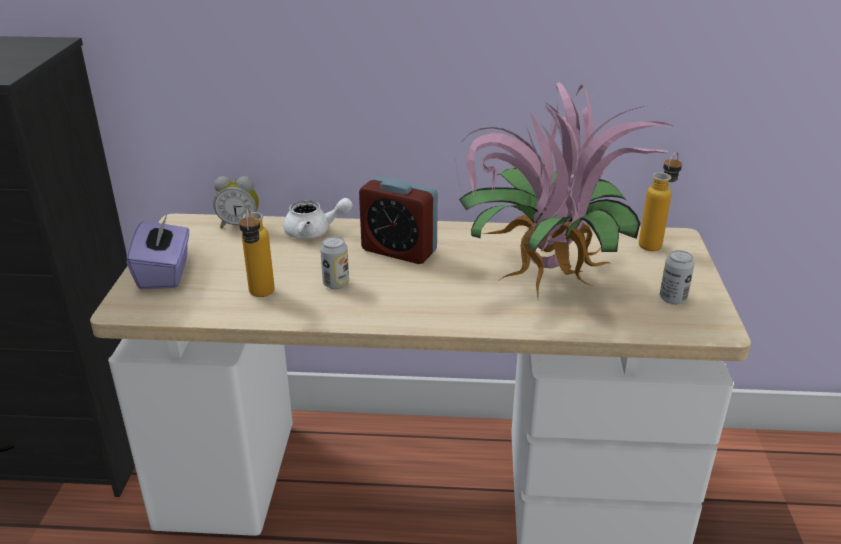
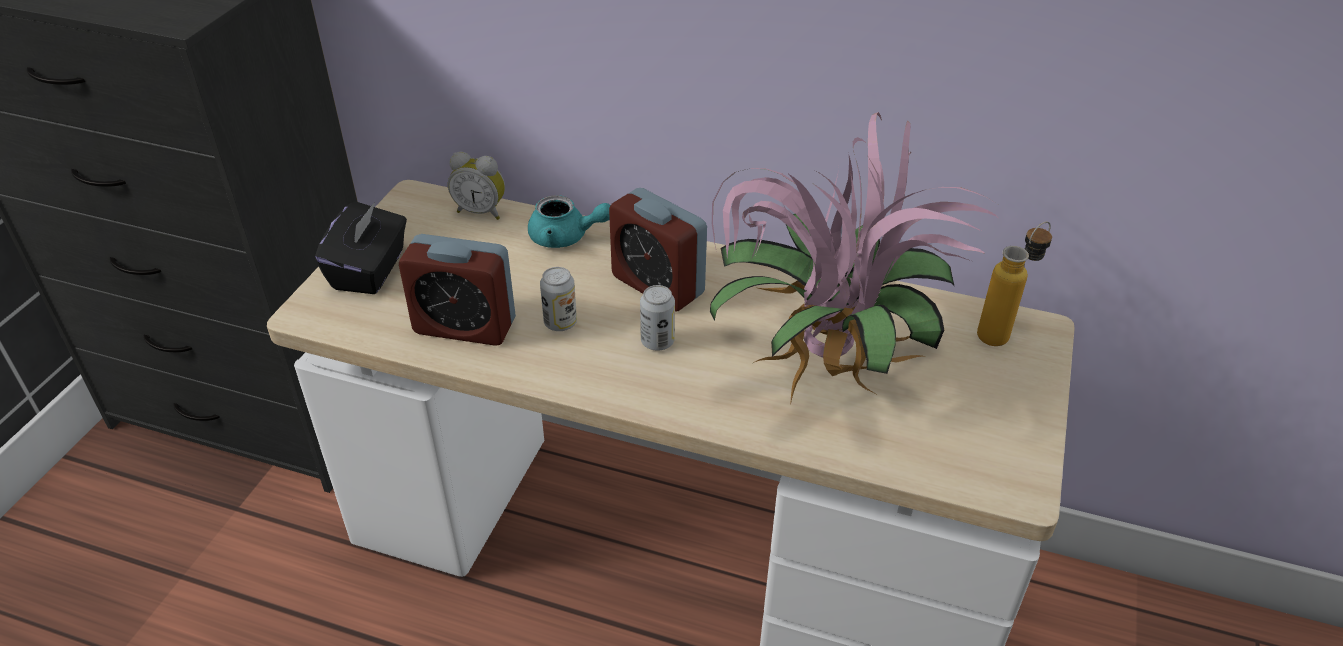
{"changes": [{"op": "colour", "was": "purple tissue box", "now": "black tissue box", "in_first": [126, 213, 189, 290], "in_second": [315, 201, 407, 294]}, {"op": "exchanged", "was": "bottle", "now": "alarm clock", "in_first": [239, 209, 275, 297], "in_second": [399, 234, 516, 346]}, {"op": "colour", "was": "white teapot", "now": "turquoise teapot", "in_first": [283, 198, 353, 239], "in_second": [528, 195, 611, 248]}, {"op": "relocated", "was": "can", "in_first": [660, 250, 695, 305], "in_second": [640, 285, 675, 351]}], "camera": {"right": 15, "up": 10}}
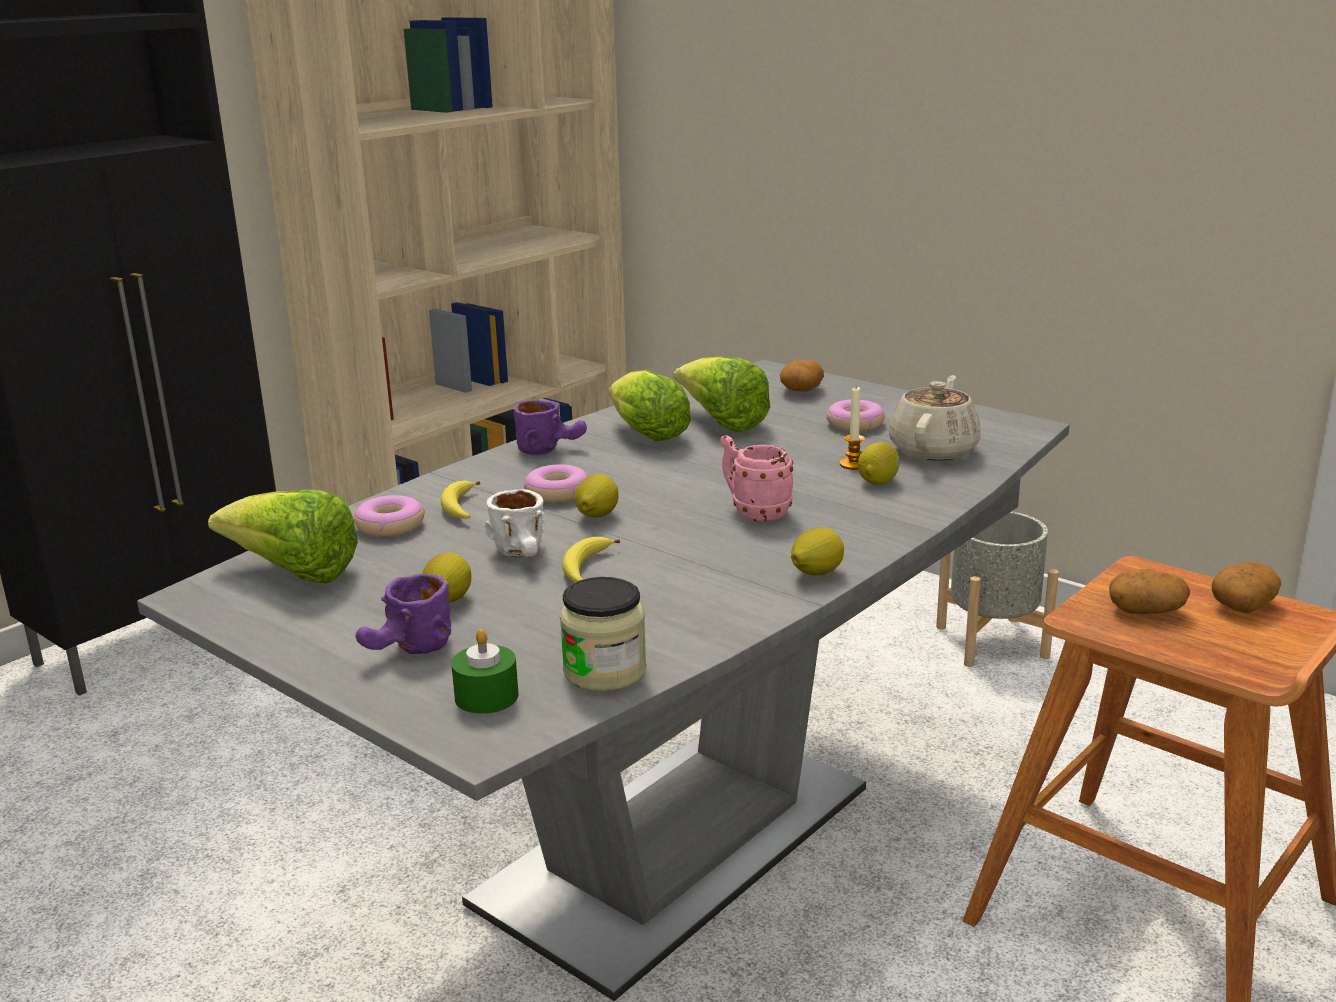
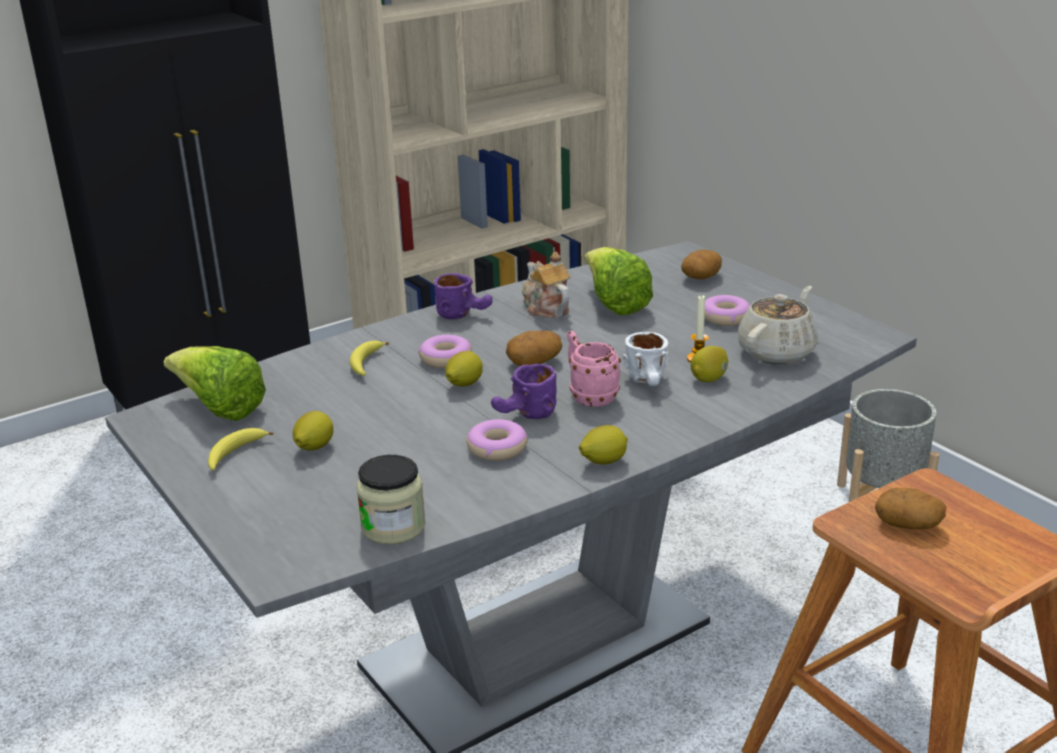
{"changes": [{"op": "relocated", "was": "donut", "in_first": [354, 495, 425, 537], "in_second": [467, 419, 528, 461]}, {"op": "relocated", "was": "purple mug", "in_first": [356, 574, 451, 654], "in_second": [491, 364, 557, 419]}, {"op": "missing", "was": "green candle", "in_first": [451, 629, 519, 714]}, {"op": "relocated", "was": "white mug", "in_first": [485, 489, 545, 557], "in_second": [622, 332, 668, 386]}, {"op": "relocated", "was": "banana", "in_first": [562, 537, 620, 582], "in_second": [208, 428, 274, 471]}, {"op": "exchanged", "was": "lettuce", "now": "teapot", "in_first": [609, 370, 691, 441], "in_second": [522, 252, 570, 318]}, {"op": "relocated", "was": "potato", "in_first": [1211, 562, 1281, 613], "in_second": [506, 331, 562, 366]}], "camera": {"right": 15, "up": 5}}
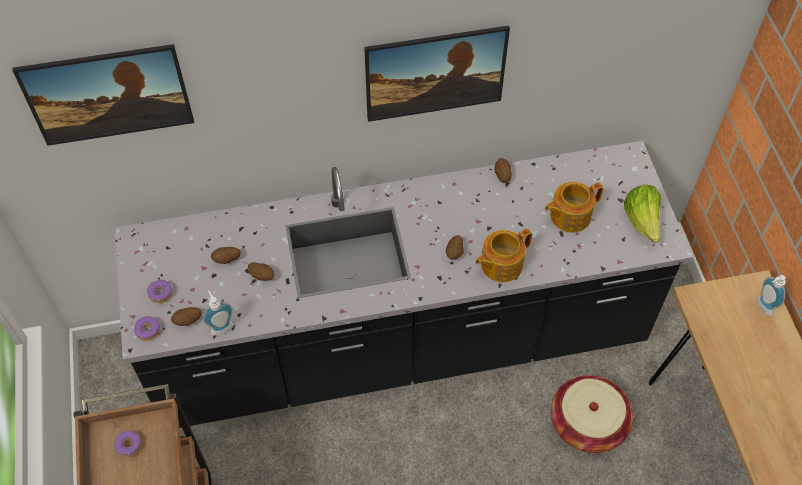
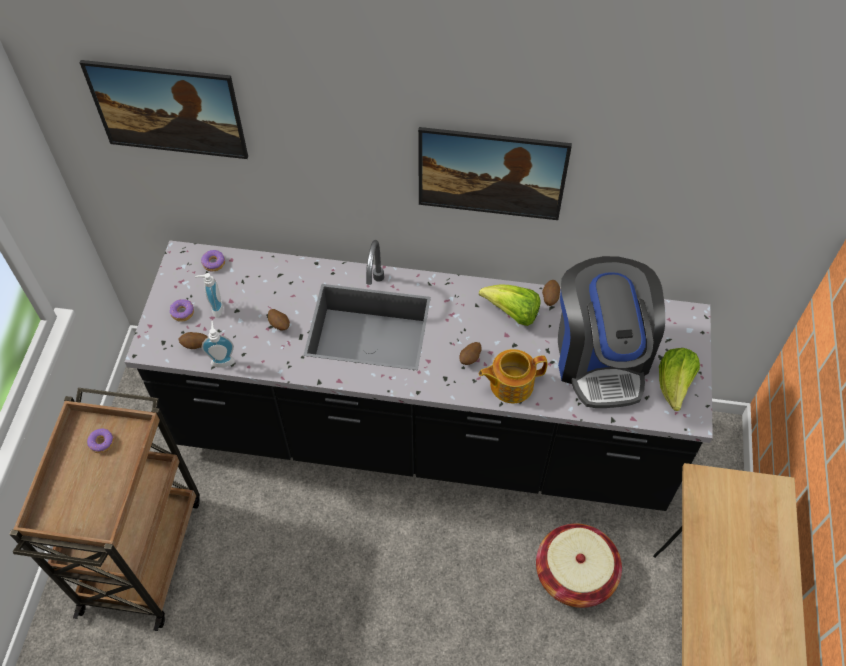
{"changes": [{"op": "relocated", "was": "donut", "in_first": [134, 316, 160, 341], "in_second": [201, 250, 225, 271]}, {"op": "missing", "was": "potato", "in_first": [211, 247, 241, 264]}, {"op": "exchanged", "was": "teapot", "now": "coffee machine", "in_first": [545, 182, 604, 233], "in_second": [558, 256, 665, 408]}, {"op": "relocated", "was": "soap dispenser", "in_first": [756, 275, 786, 316], "in_second": [195, 273, 223, 318]}, {"op": "appeared", "now": "lettuce", "in_second": [479, 284, 540, 326]}], "camera": {"right": 20, "up": 0}}
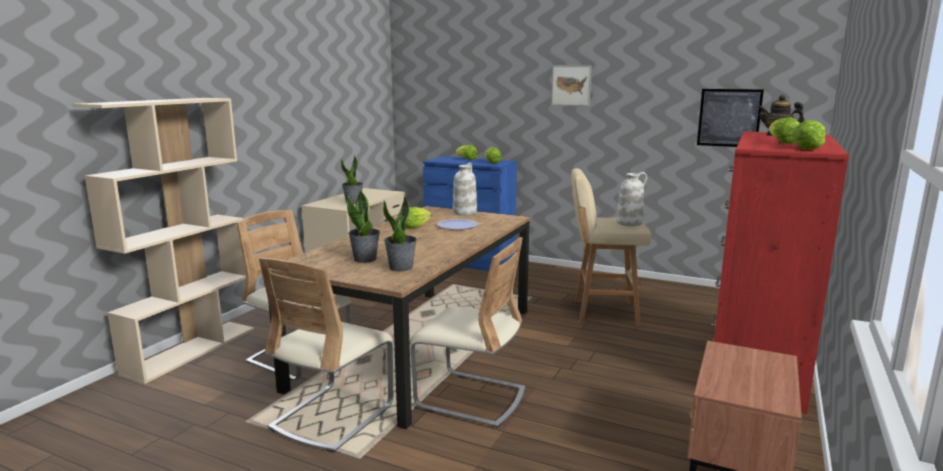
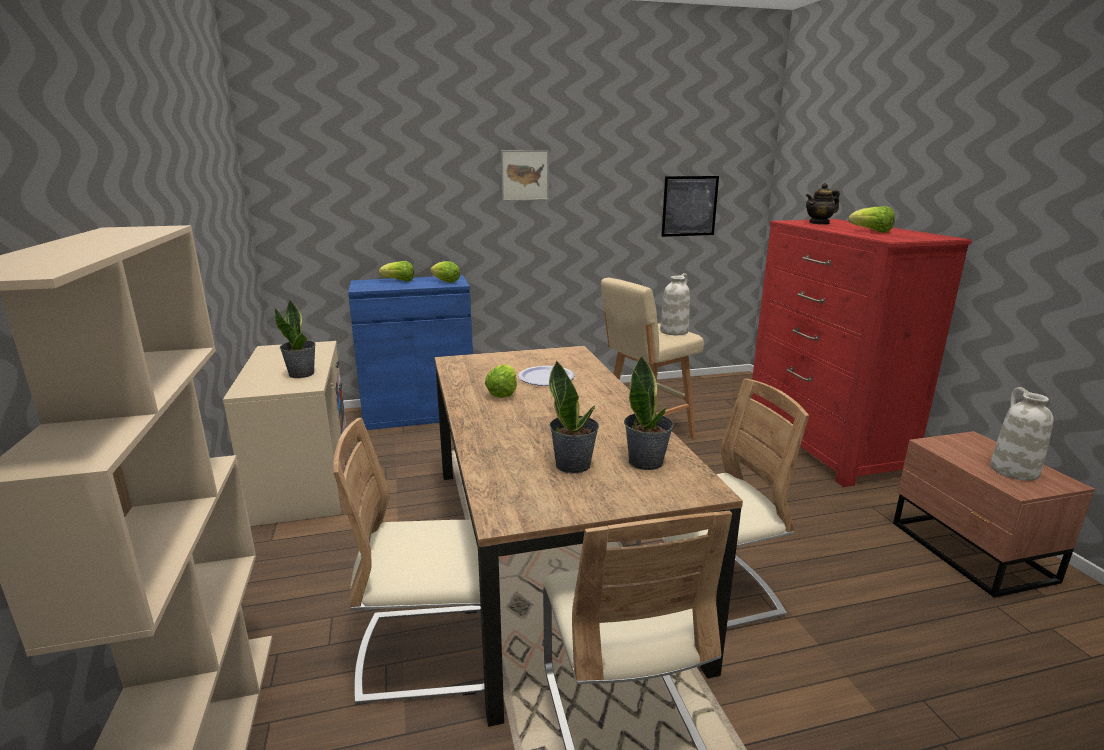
{"changes": [{"op": "relocated", "was": "white vase", "in_first": [453, 163, 477, 216], "in_second": [990, 387, 1053, 481]}, {"op": "missing", "was": "lettuce", "in_first": [792, 120, 825, 150]}], "camera": {"right": -40, "up": 5}}
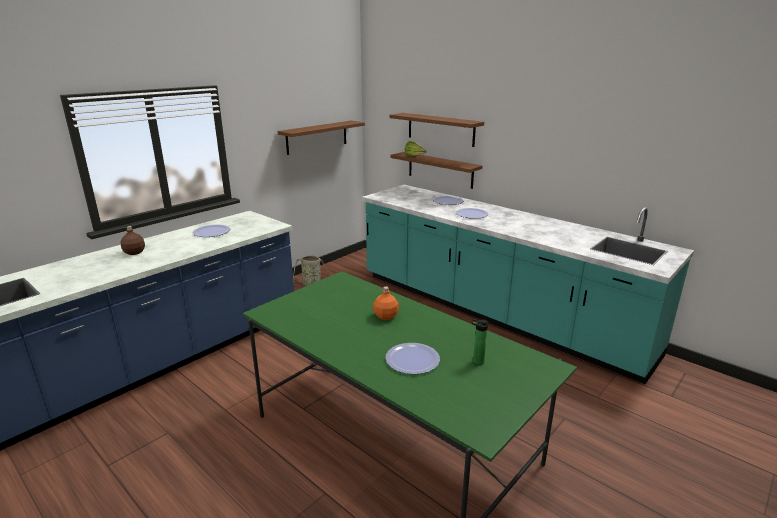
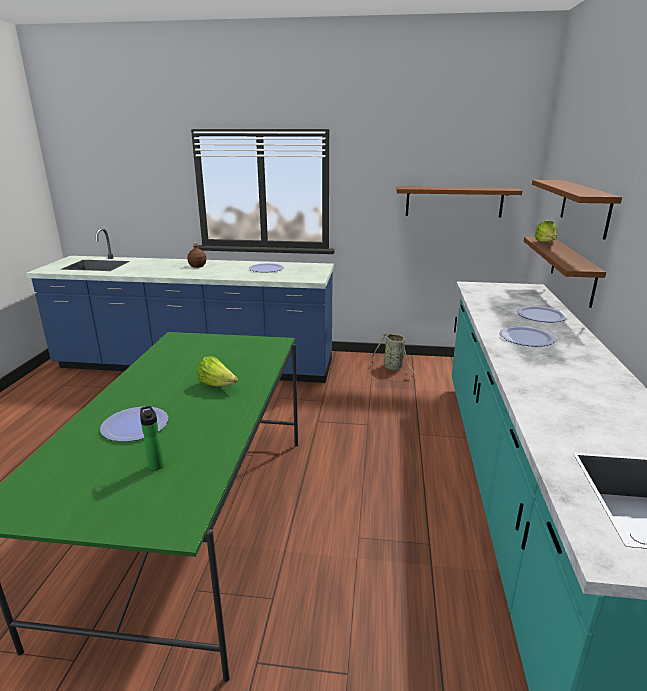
{"changes": [{"op": "exchanged", "was": "orange bottle", "now": "lettuce", "in_first": [373, 286, 399, 320], "in_second": [197, 356, 238, 387]}], "camera": {"right": 55, "up": 0}}
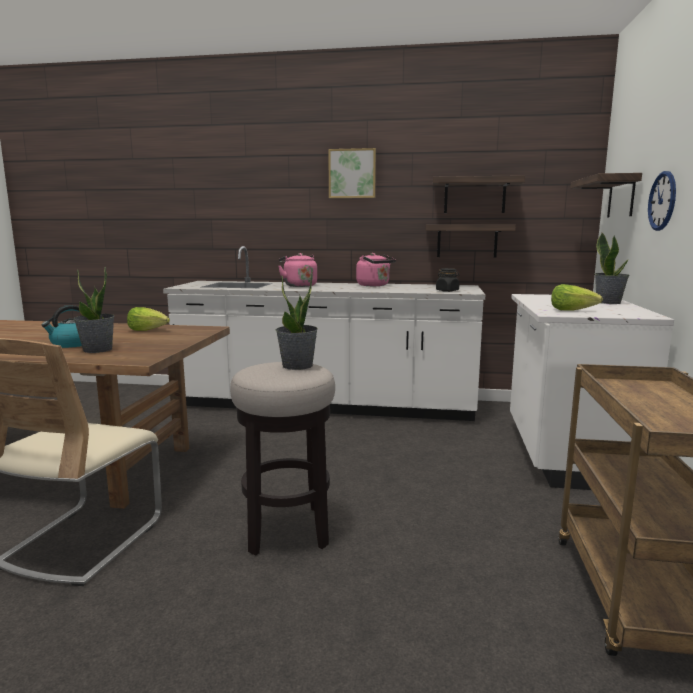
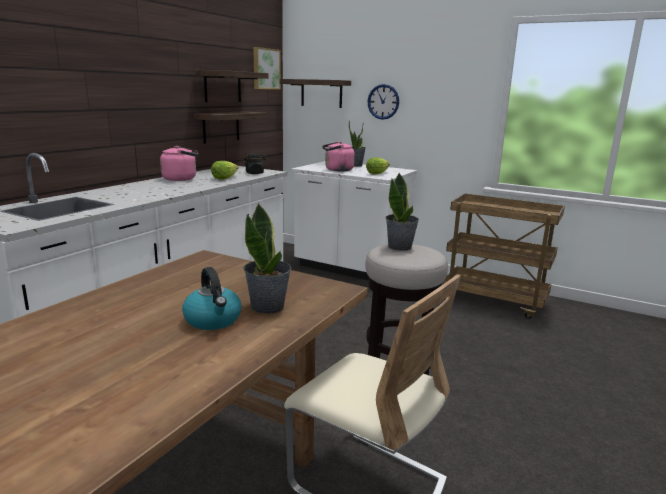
{"changes": [{"op": "relocated", "was": "lettuce", "in_first": [127, 307, 170, 331], "in_second": [211, 161, 239, 180]}, {"op": "relocated", "was": "pink kettle", "in_first": [278, 253, 317, 287], "in_second": [322, 141, 355, 172]}, {"op": "relocated", "was": "picture", "in_first": [328, 148, 376, 198], "in_second": [253, 47, 281, 89]}], "camera": {"right": -70, "up": 5}}
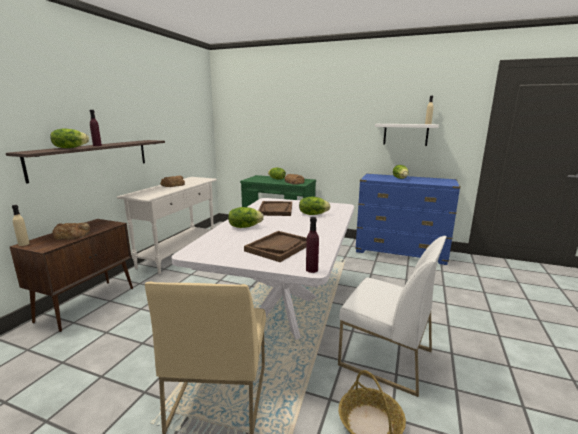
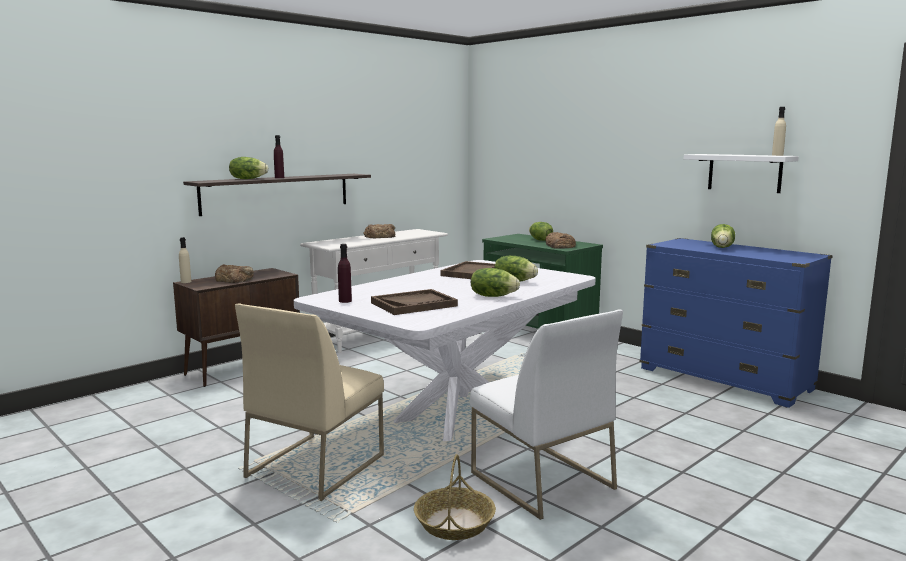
{"changes": [{"op": "relocated", "was": "lettuce", "in_first": [228, 207, 264, 228], "in_second": [471, 268, 520, 297]}, {"op": "relocated", "was": "purple bottle", "in_first": [306, 217, 319, 273], "in_second": [338, 244, 352, 303]}], "camera": {"right": 25, "up": -5}}
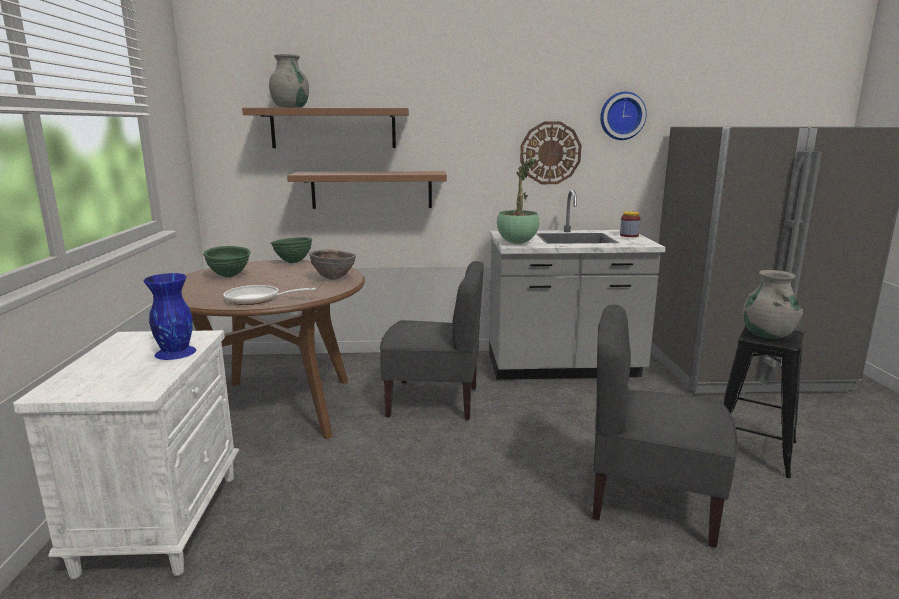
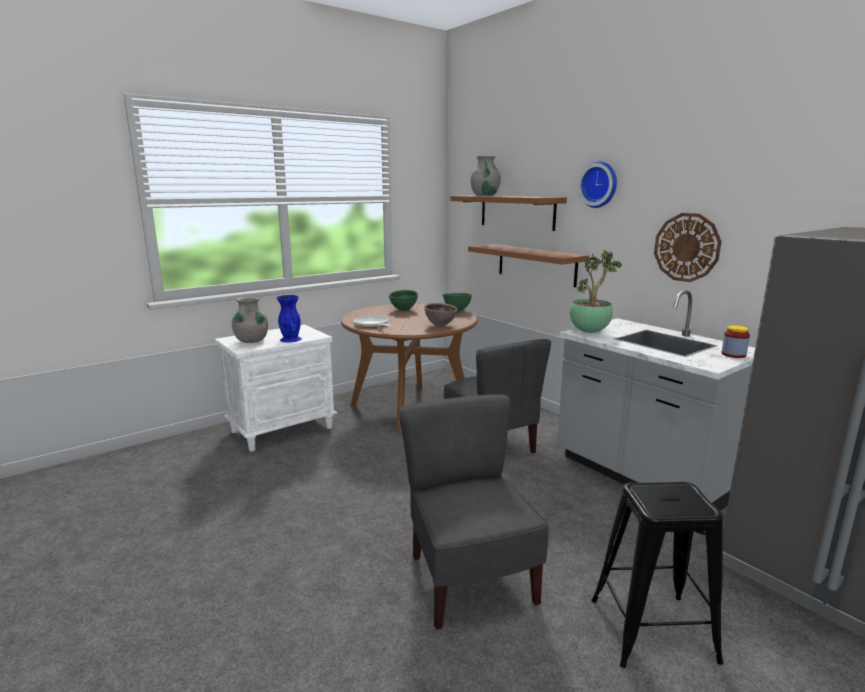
{"changes": [{"op": "relocated", "was": "wall clock", "in_first": [600, 92, 647, 140], "in_second": [578, 161, 617, 208]}, {"op": "relocated", "was": "grey vase", "in_first": [743, 270, 803, 339], "in_second": [232, 296, 268, 343]}], "camera": {"right": 55, "up": 0}}
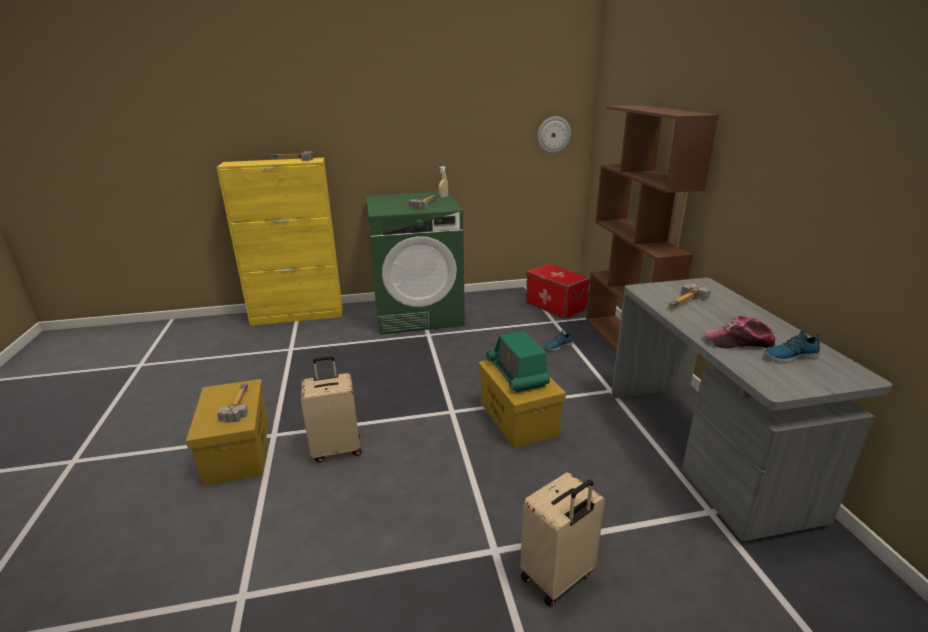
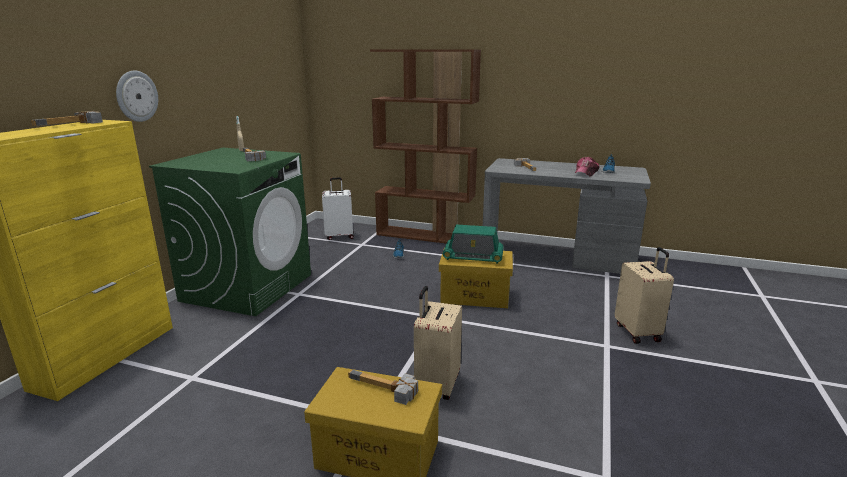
{"changes": [{"op": "exchanged", "was": "storage box", "now": "white suitcase", "in_first": [526, 264, 590, 319], "in_second": [322, 178, 354, 240]}, {"op": "relocated", "was": "wall clock", "in_first": [537, 116, 571, 153], "in_second": [116, 70, 158, 122]}], "camera": {"right": -60, "up": -5}}
